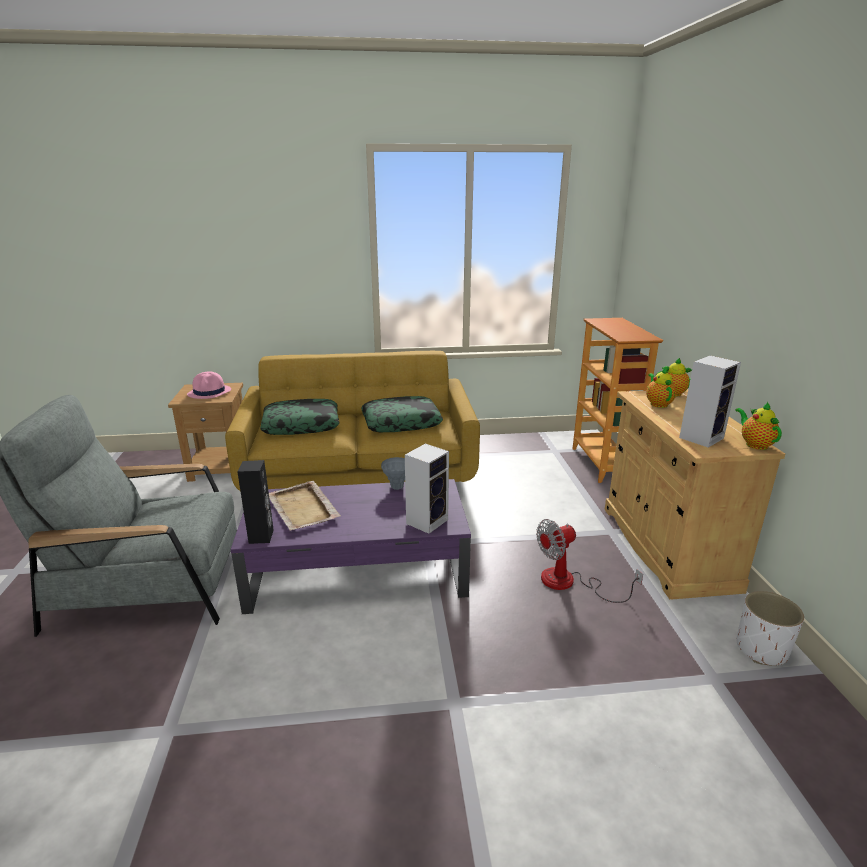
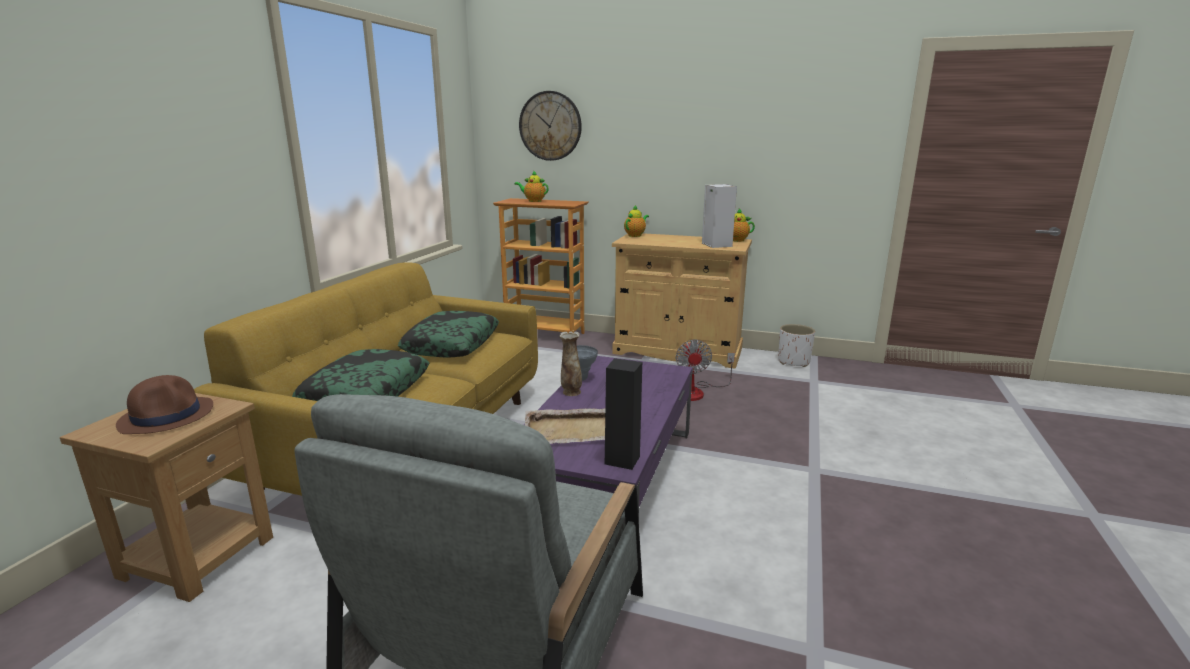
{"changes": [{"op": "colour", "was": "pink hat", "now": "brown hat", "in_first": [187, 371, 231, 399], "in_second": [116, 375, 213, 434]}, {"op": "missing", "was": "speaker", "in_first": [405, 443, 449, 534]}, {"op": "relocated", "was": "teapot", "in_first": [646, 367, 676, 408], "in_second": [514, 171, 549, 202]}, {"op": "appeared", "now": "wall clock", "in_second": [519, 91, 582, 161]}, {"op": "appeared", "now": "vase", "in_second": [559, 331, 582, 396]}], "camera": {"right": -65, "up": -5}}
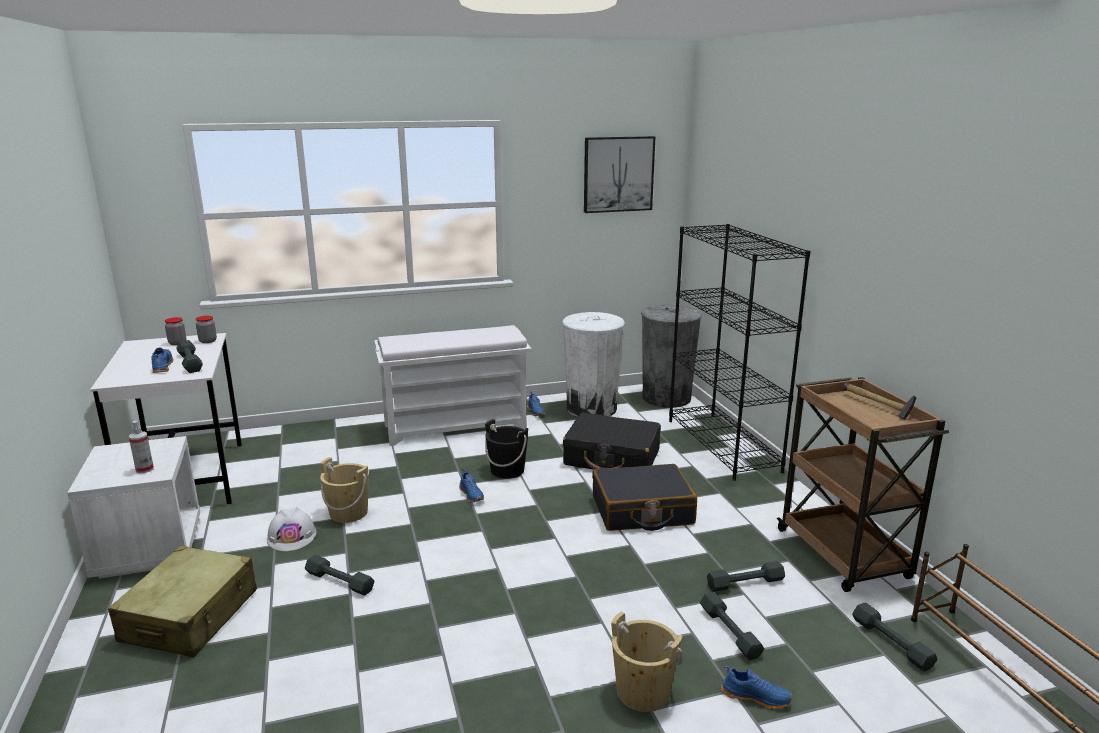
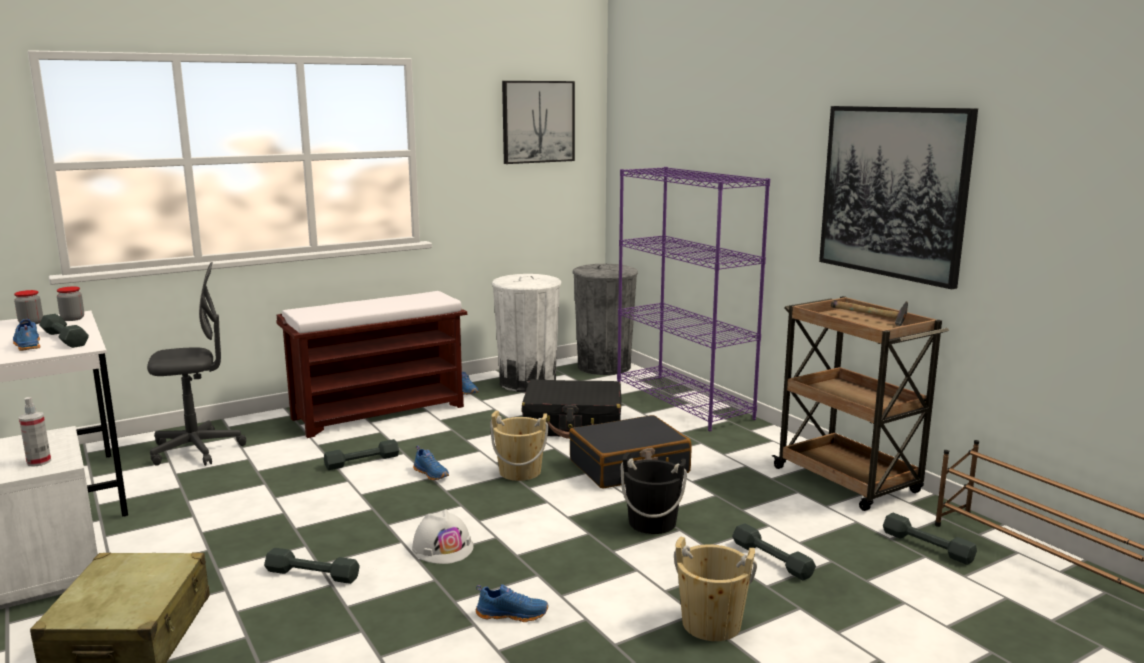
{"changes": [{"op": "relocated", "was": "white hard hat", "in_first": [267, 507, 316, 551], "in_second": [412, 509, 474, 564]}, {"op": "relocated", "was": "beige bucket", "in_first": [320, 457, 369, 523], "in_second": [490, 411, 548, 481]}, {"op": "colour", "was": "white bench", "now": "brown bench", "in_first": [374, 325, 532, 446], "in_second": [276, 291, 467, 438]}, {"op": "relocated", "was": "black bucket", "in_first": [485, 419, 528, 479], "in_second": [621, 452, 687, 534]}, {"op": "colour", "was": "black bookcase", "now": "purple bookcase", "in_first": [669, 224, 811, 481], "in_second": [617, 167, 770, 431]}, {"op": "relocated", "was": "grey dumbbell", "in_first": [707, 561, 785, 592], "in_second": [324, 439, 399, 470]}, {"op": "relocated", "was": "blue shoe", "in_first": [721, 666, 792, 709], "in_second": [476, 584, 548, 622]}, {"op": "appeared", "now": "grey office chair", "in_second": [147, 262, 246, 466]}, {"op": "appeared", "now": "picture", "in_second": [819, 106, 978, 289]}], "camera": {"right": -15, "up": -5}}
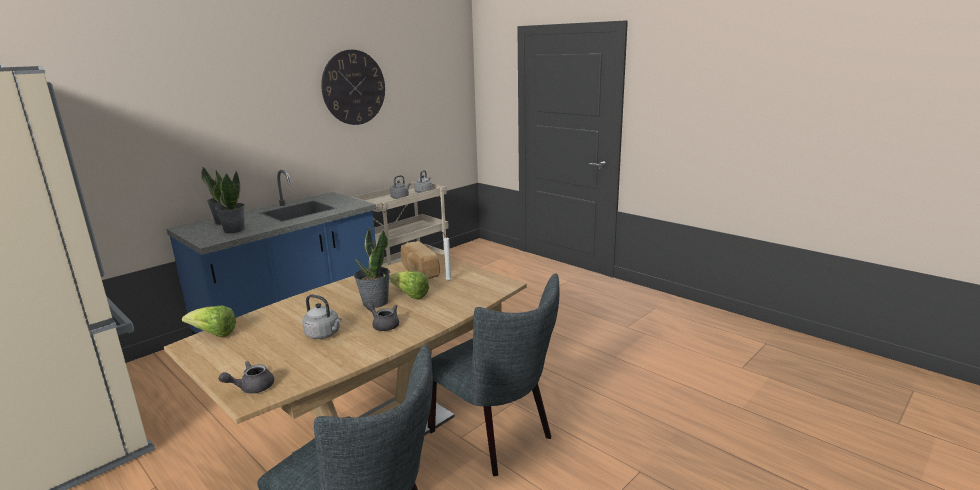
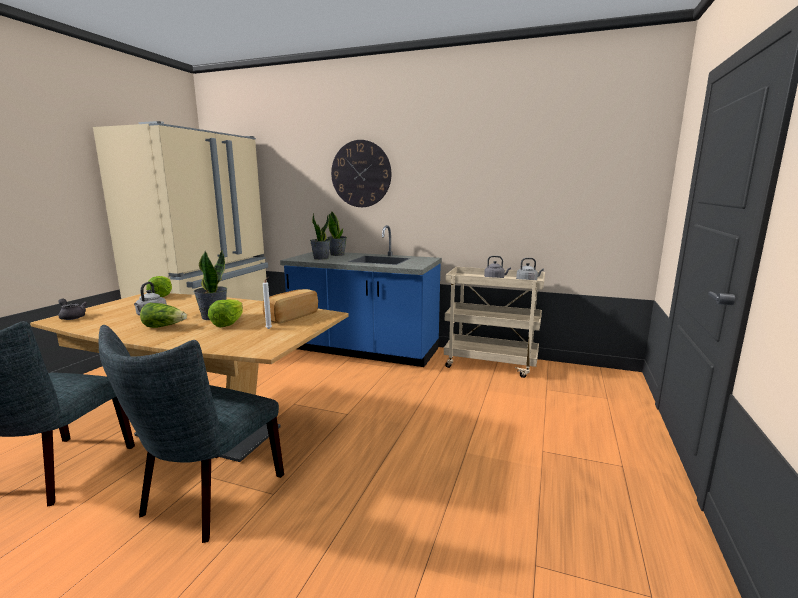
{"changes": [{"op": "relocated", "was": "wall clock", "in_first": [321, 50, 385, 125], "in_second": [331, 140, 391, 207]}, {"op": "exchanged", "was": "grey teapot", "now": "lettuce", "in_first": [365, 301, 399, 331], "in_second": [140, 303, 187, 328]}], "camera": {"right": 65, "up": -5}}
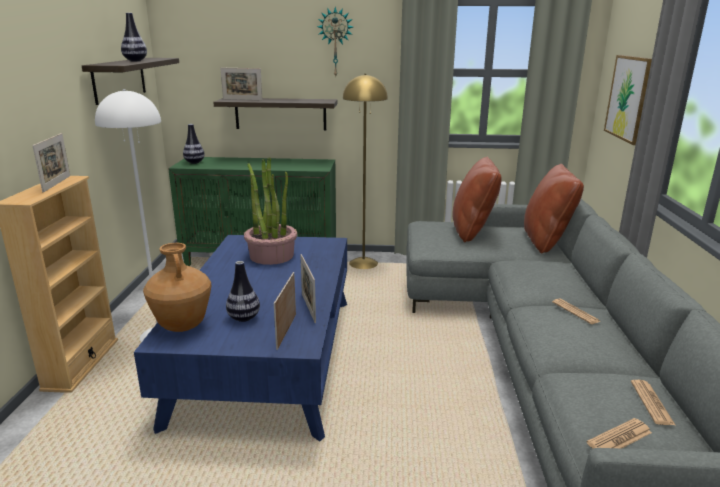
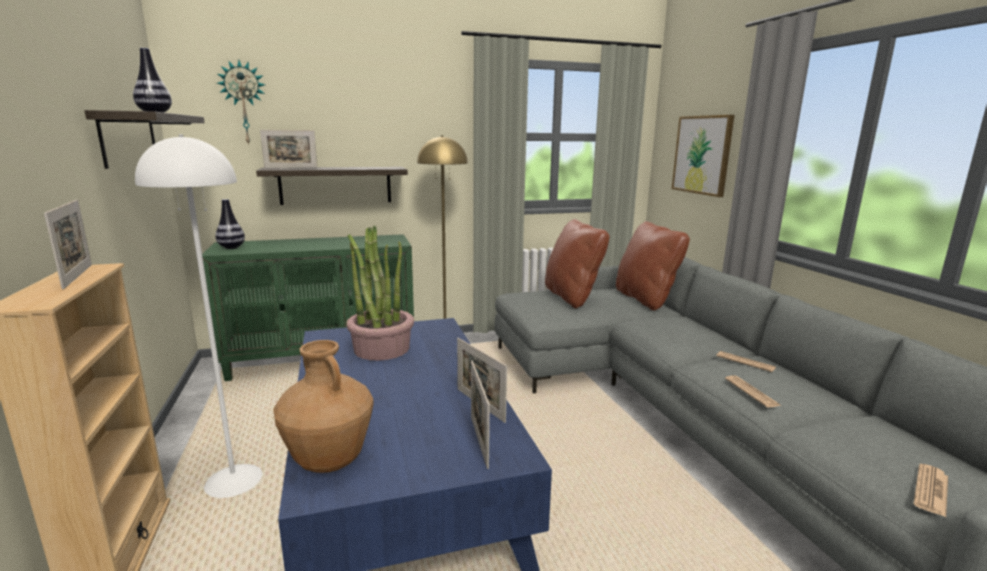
{"changes": [{"op": "missing", "was": "vase", "in_first": [226, 261, 260, 322]}, {"op": "relocated", "was": "wall clock", "in_first": [317, 7, 353, 77], "in_second": [217, 60, 265, 146]}, {"op": "relocated", "was": "newspaper", "in_first": [631, 380, 675, 425], "in_second": [725, 375, 781, 408]}], "camera": {"right": -20, "up": -5}}
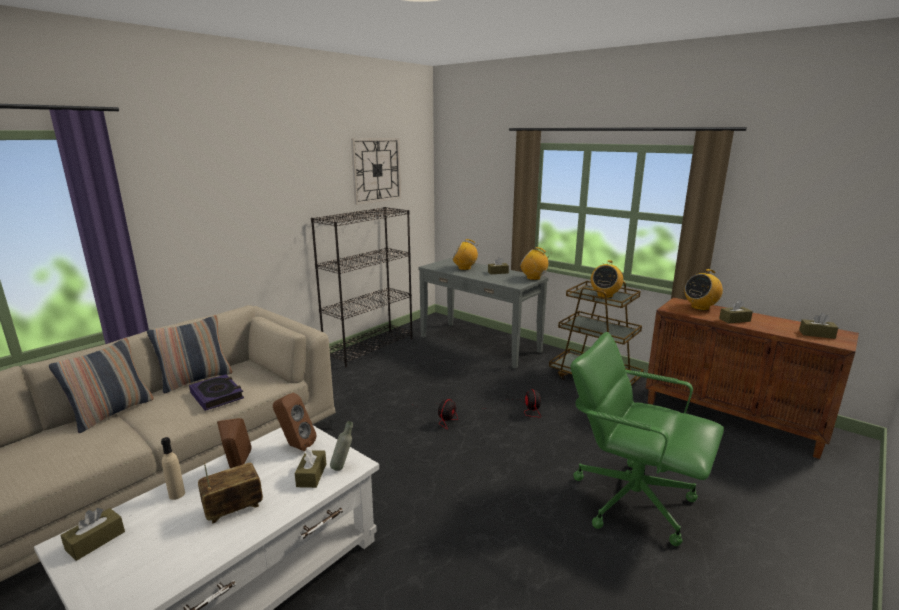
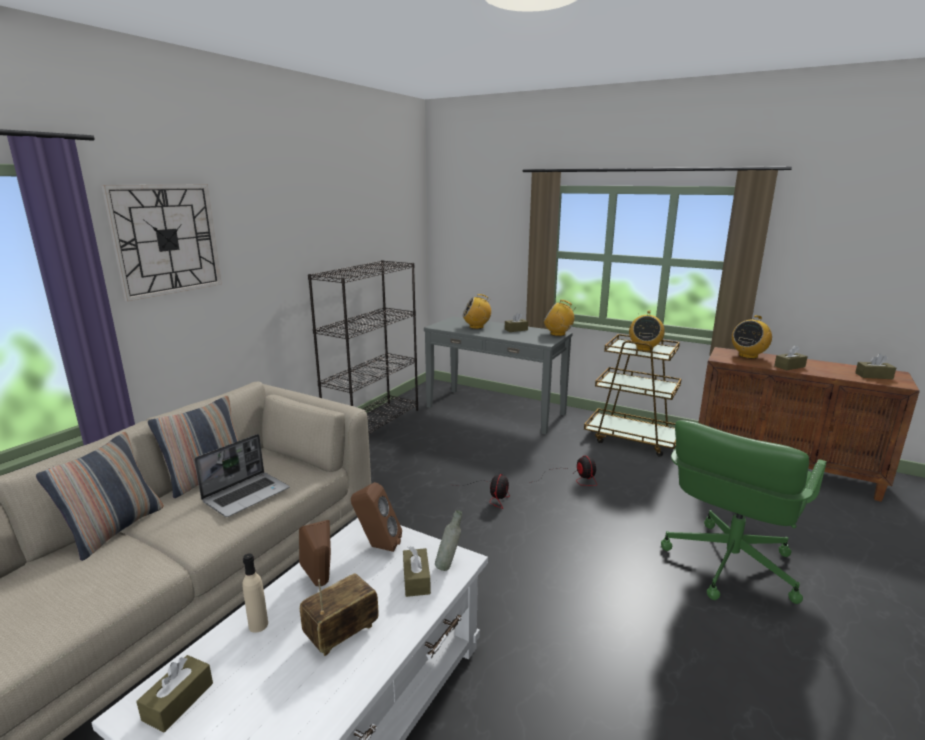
{"changes": [{"op": "exchanged", "was": "book", "now": "laptop", "in_first": [189, 374, 244, 411], "in_second": [194, 434, 289, 517]}, {"op": "relocated", "was": "wall clock", "in_first": [351, 138, 401, 205], "in_second": [101, 185, 222, 301]}, {"op": "spun", "was": "green office chair", "in_first": [570, 332, 724, 546], "in_second": [661, 420, 827, 604], "clockwise": -75}], "camera": {"right": -10, "up": 0}}
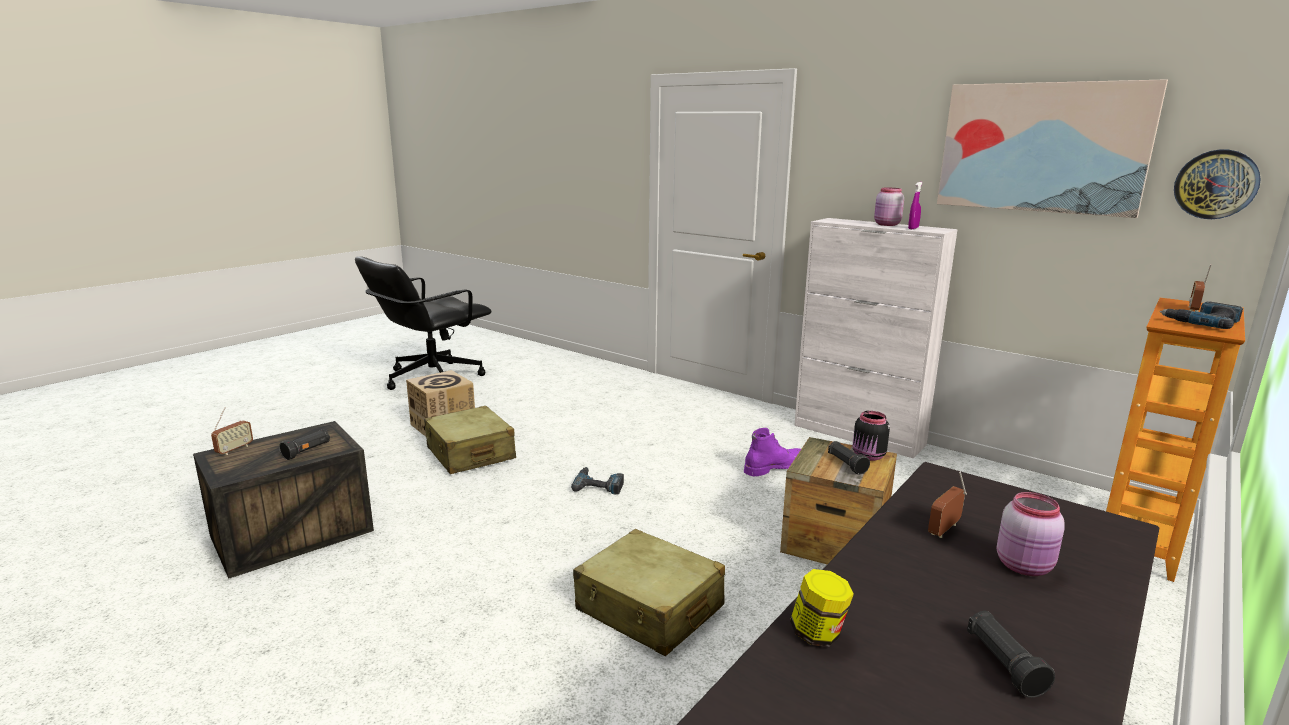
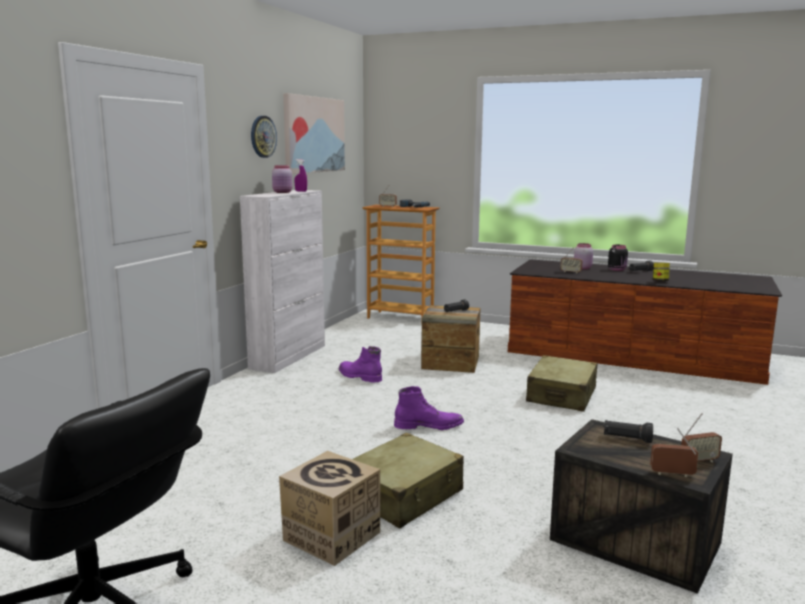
{"changes": [{"op": "exchanged", "was": "power drill", "now": "purple boot", "in_first": [571, 467, 624, 495], "in_second": [394, 386, 464, 430]}, {"op": "relocated", "was": "black jar", "in_first": [853, 411, 890, 461], "in_second": [608, 245, 628, 271]}, {"op": "relocated", "was": "wall clock", "in_first": [1174, 149, 1261, 219], "in_second": [251, 116, 277, 158]}, {"op": "appeared", "now": "radio", "in_second": [681, 413, 722, 462]}], "camera": {"right": -105, "up": -5}}
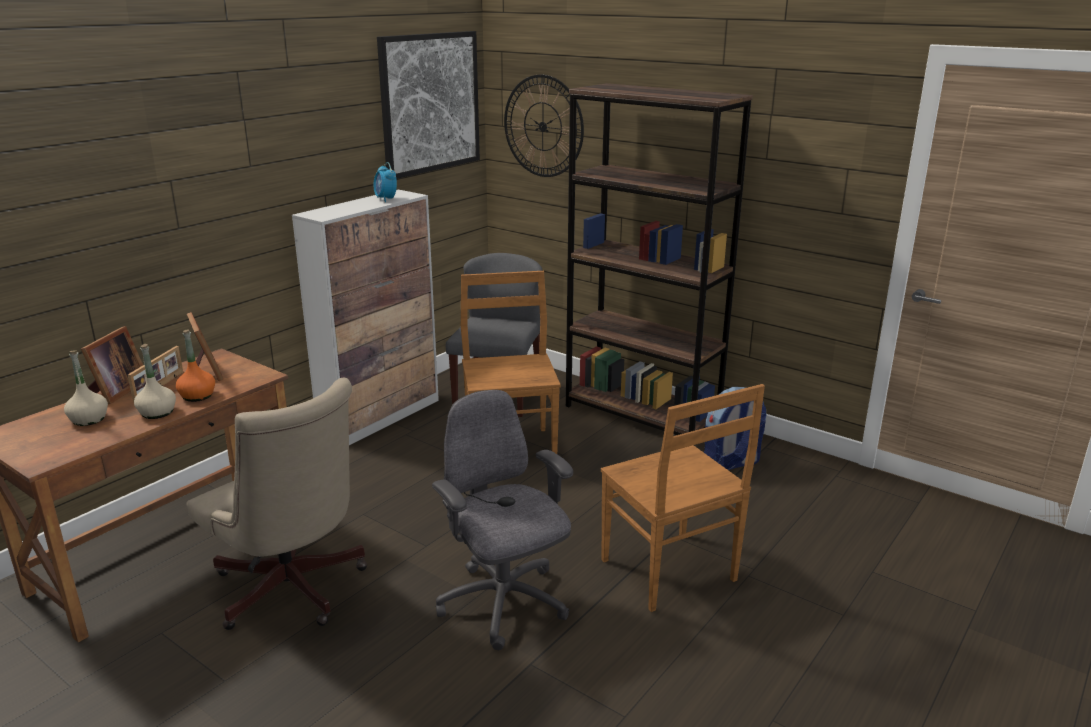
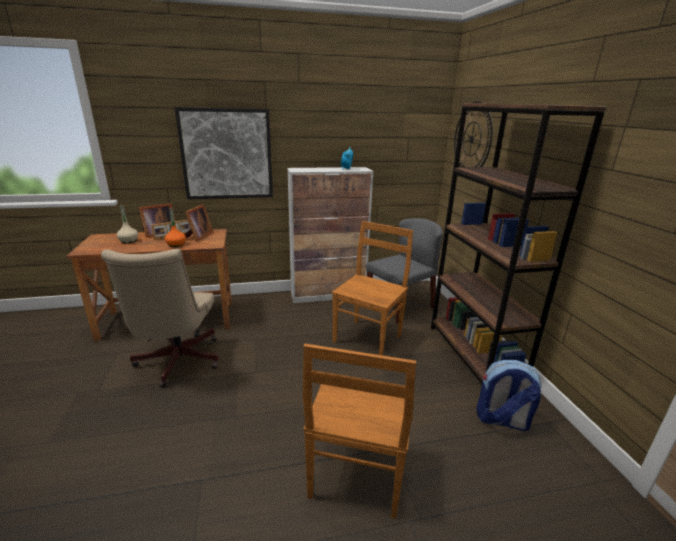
{"changes": [{"op": "missing", "was": "beige bottle", "in_first": [134, 344, 176, 419]}, {"op": "relocated", "was": "picture", "in_first": [377, 31, 480, 179], "in_second": [175, 107, 273, 199]}, {"op": "missing", "was": "grey office chair", "in_first": [432, 390, 573, 650]}], "camera": {"right": 40, "up": 0}}
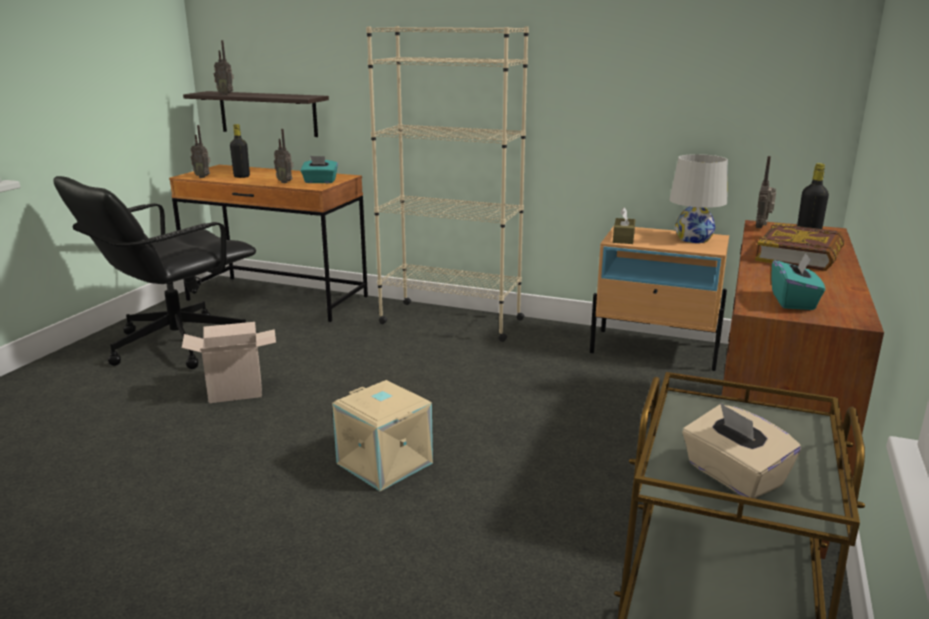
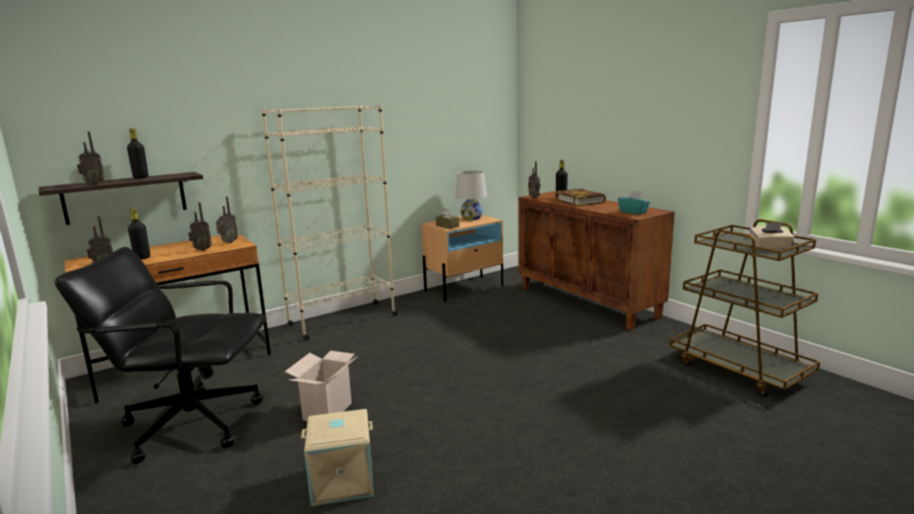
{"changes": [{"op": "spun", "was": "black office chair", "in_first": [53, 176, 256, 369], "in_second": [54, 247, 267, 464], "clockwise": 105}, {"op": "exchanged", "was": "turquoise tissue box", "now": "radio", "in_first": [301, 156, 338, 183], "in_second": [216, 196, 238, 243]}, {"op": "relocated", "was": "beige storage box", "in_first": [332, 380, 433, 491], "in_second": [301, 409, 374, 506]}, {"op": "appeared", "now": "black bottle", "in_second": [127, 128, 149, 179]}], "camera": {"right": -55, "up": -5}}
